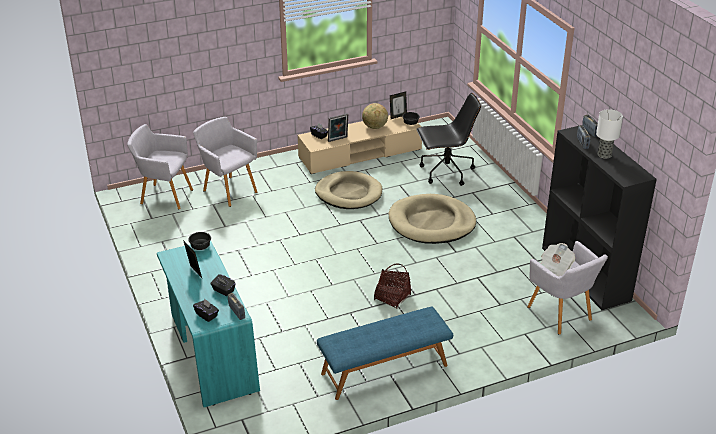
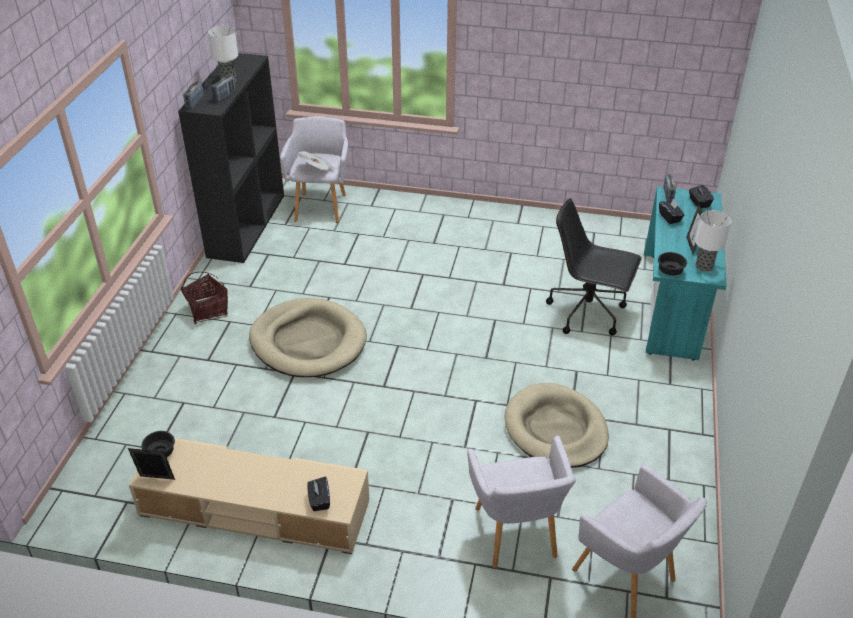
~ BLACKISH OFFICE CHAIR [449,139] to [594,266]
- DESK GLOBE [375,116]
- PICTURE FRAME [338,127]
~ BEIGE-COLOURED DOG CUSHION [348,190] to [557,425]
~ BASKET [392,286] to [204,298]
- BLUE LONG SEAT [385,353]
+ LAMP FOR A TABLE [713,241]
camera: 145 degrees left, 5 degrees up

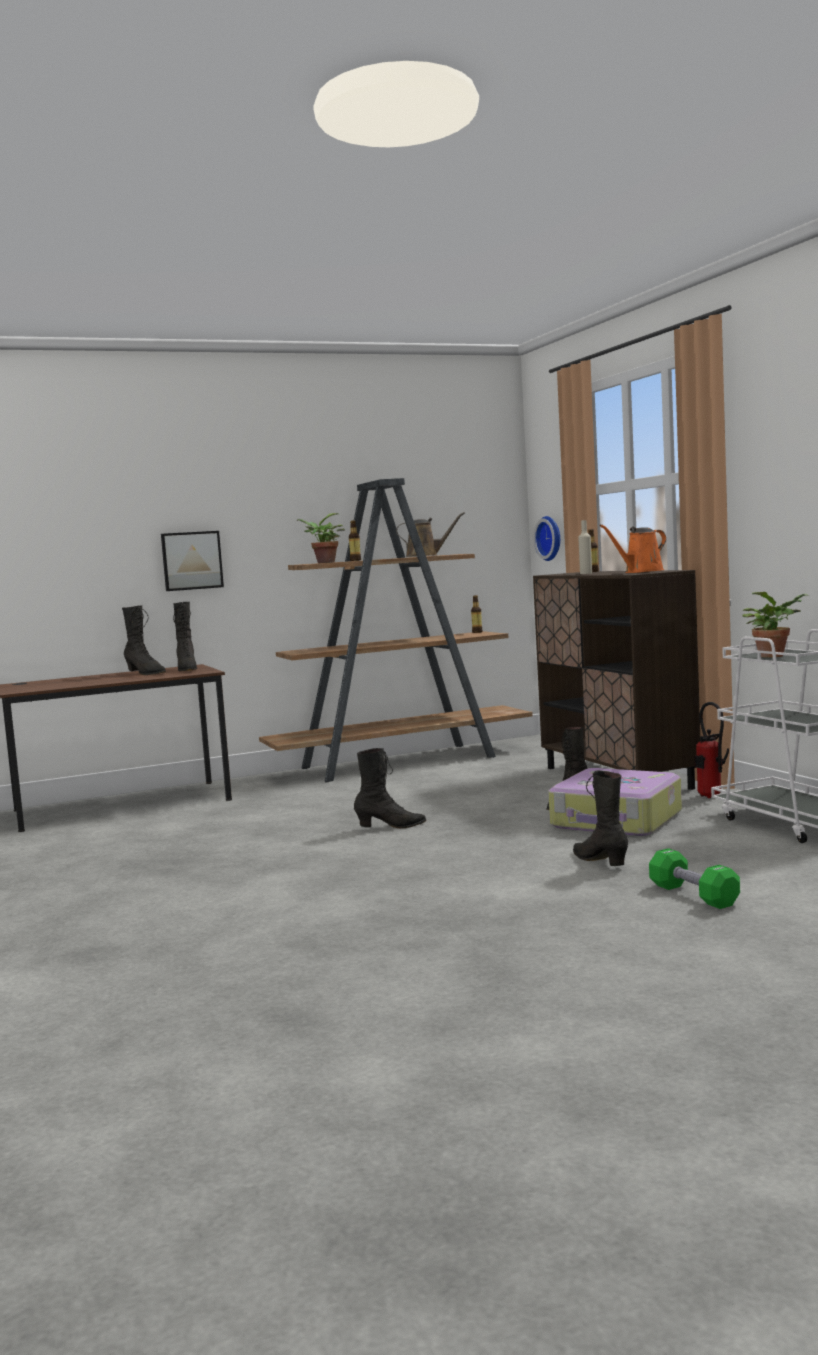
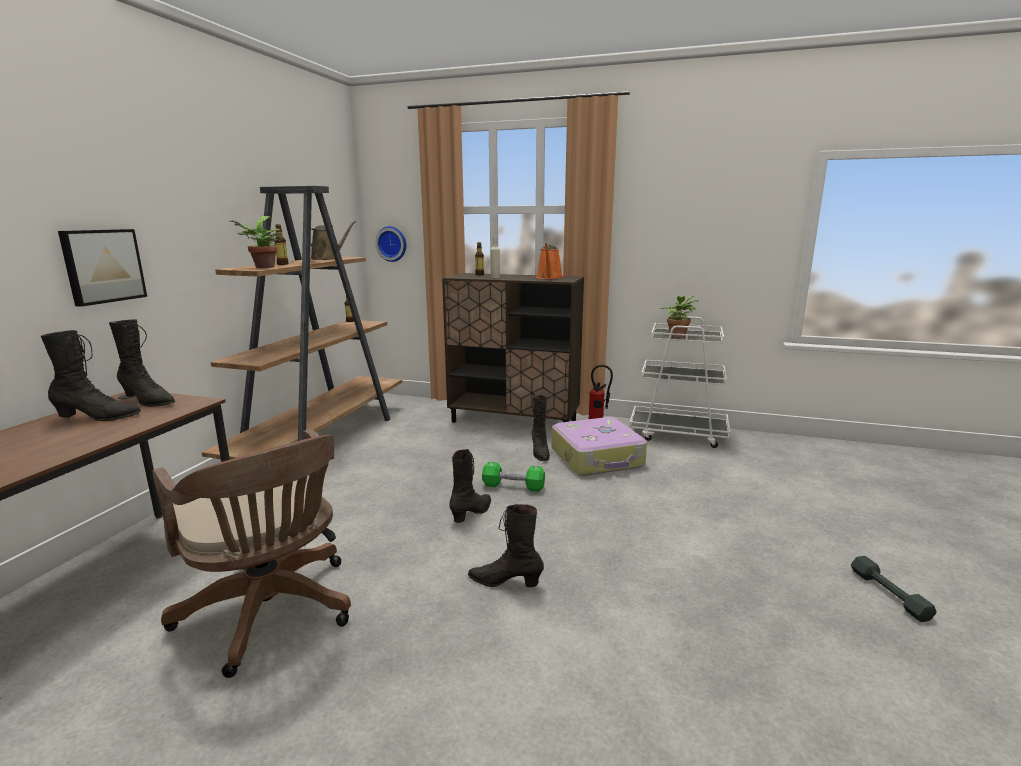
~ BLACKISH HIGH-TOP BOOT [600,818] to [506,545]
~ GREEN HAND WEIGHT [694,878] to [513,477]
+ BROWN OFFICE CHAIR [251,553]
+ GRAY HAND WEIGHT [894,589]
camera: 50 degrees left, 10 degrees up

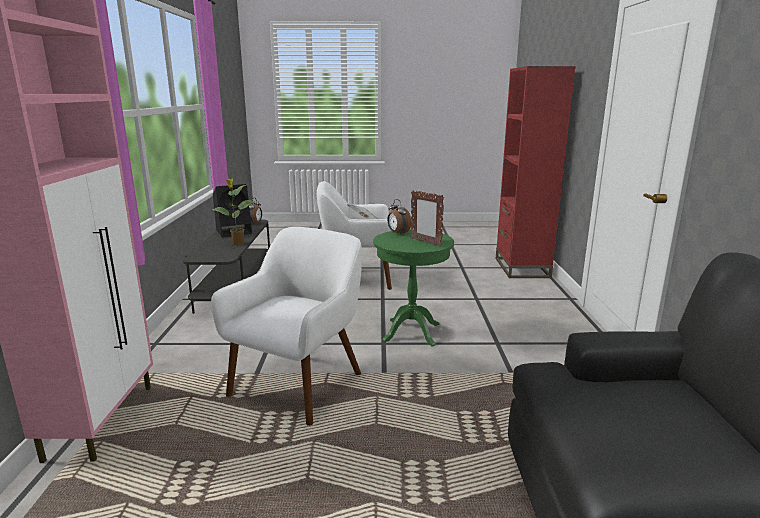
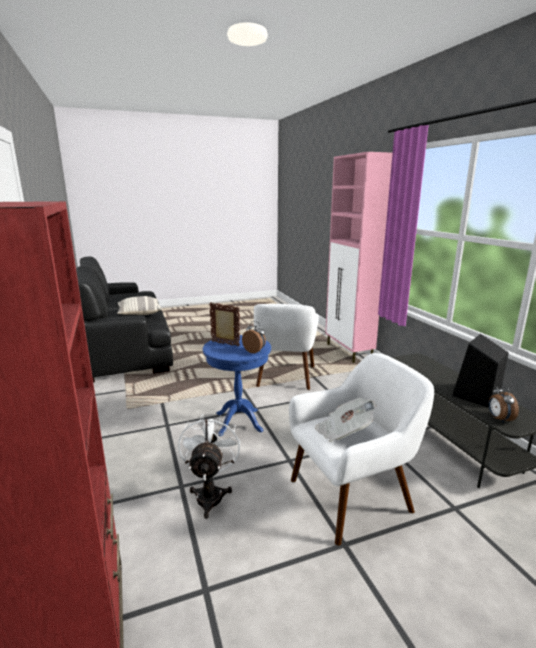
- POTTED PLANT [233,212]
~ GREEN SIDE TABLE [413,288] to BLUE SIDE TABLE [237,385]
+ CUSHION [139,305]
+ WHITISH ELECTRIC FAN [209,466]
camera: 160 degrees right, 0 degrees up

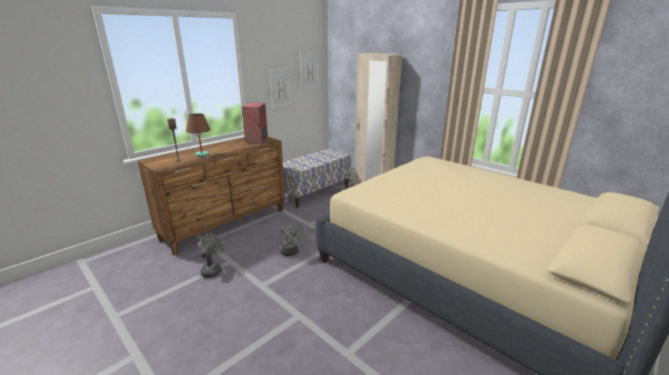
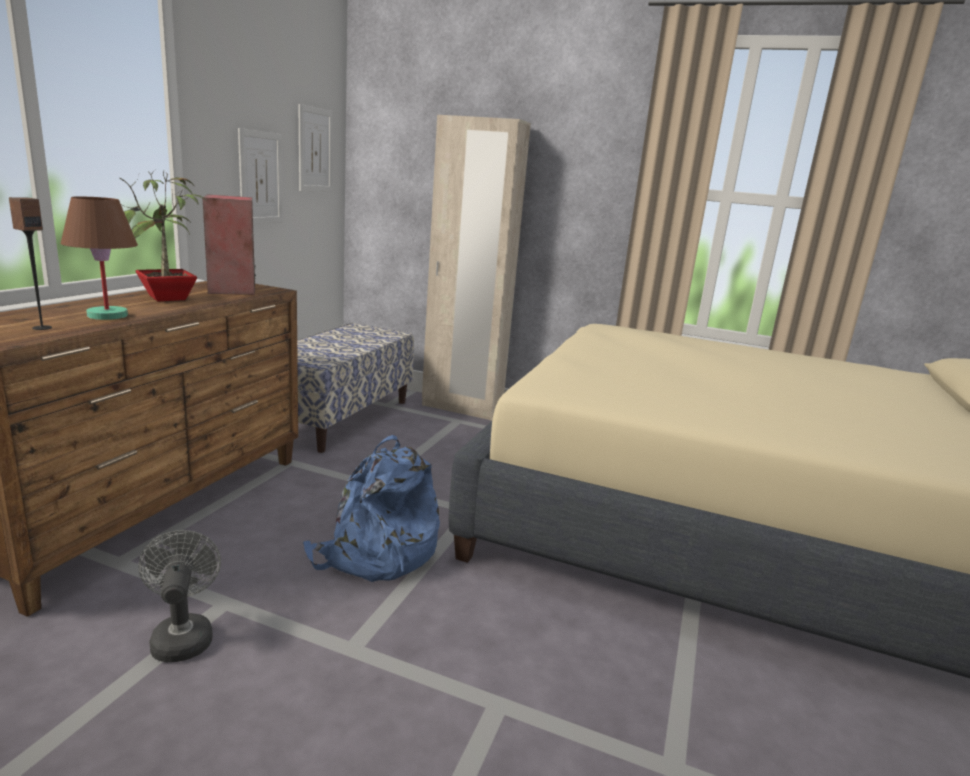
~ GRAY ELECTRIC FAN [292,239] to BLUE KNAPSACK [371,508]
+ POTTED PLANT [164,236]
camera: 25 degrees left, 5 degrees down

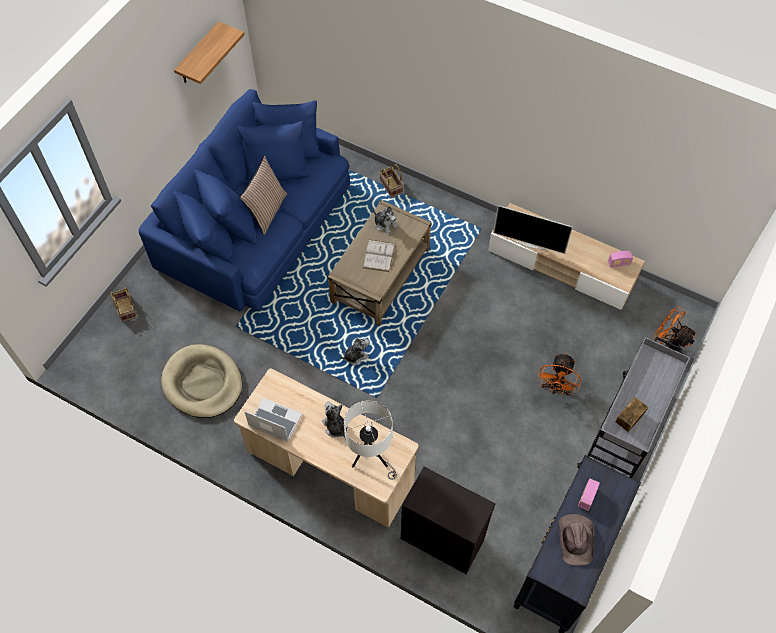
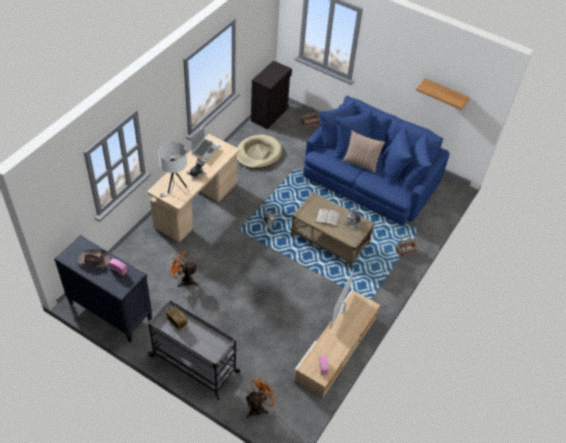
~ ORANGE ELECTRIC FAN [559,374] to [183,268]
~ BLACKISH CABINET [448,521] to [271,94]
camera: 90 degrees right, 10 degrees down

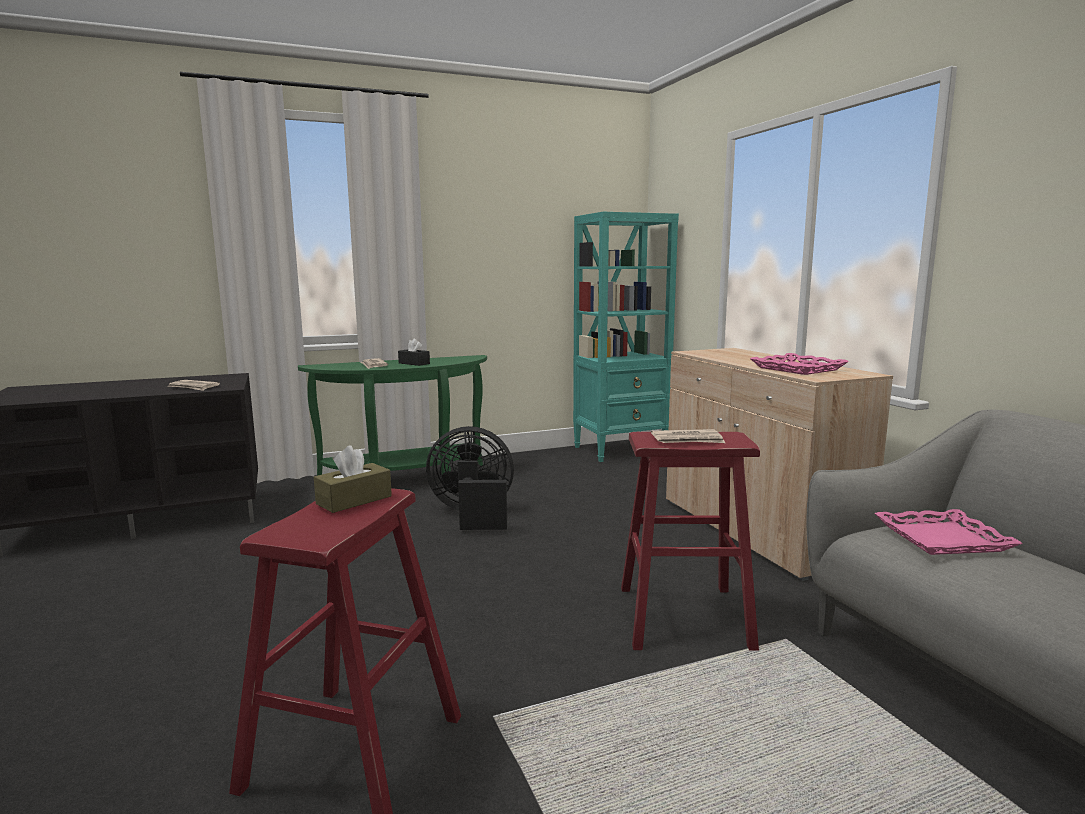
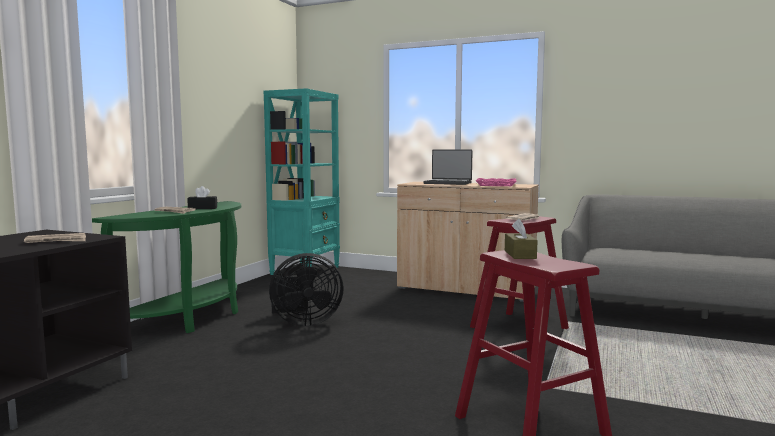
~ BLACKISH ELECTRIC FAN [470,478] = [306,289] 150 degrees counterclockwise
- PINK CARRYING TRAY [949,532]
+ LAPTOP [448,167]
camera: 45 degrees left, 5 degrees down

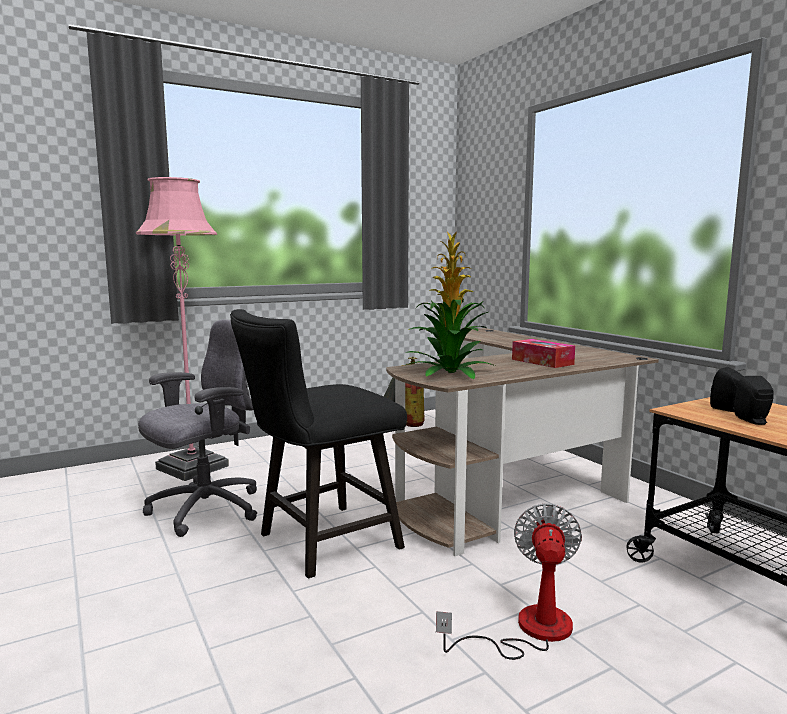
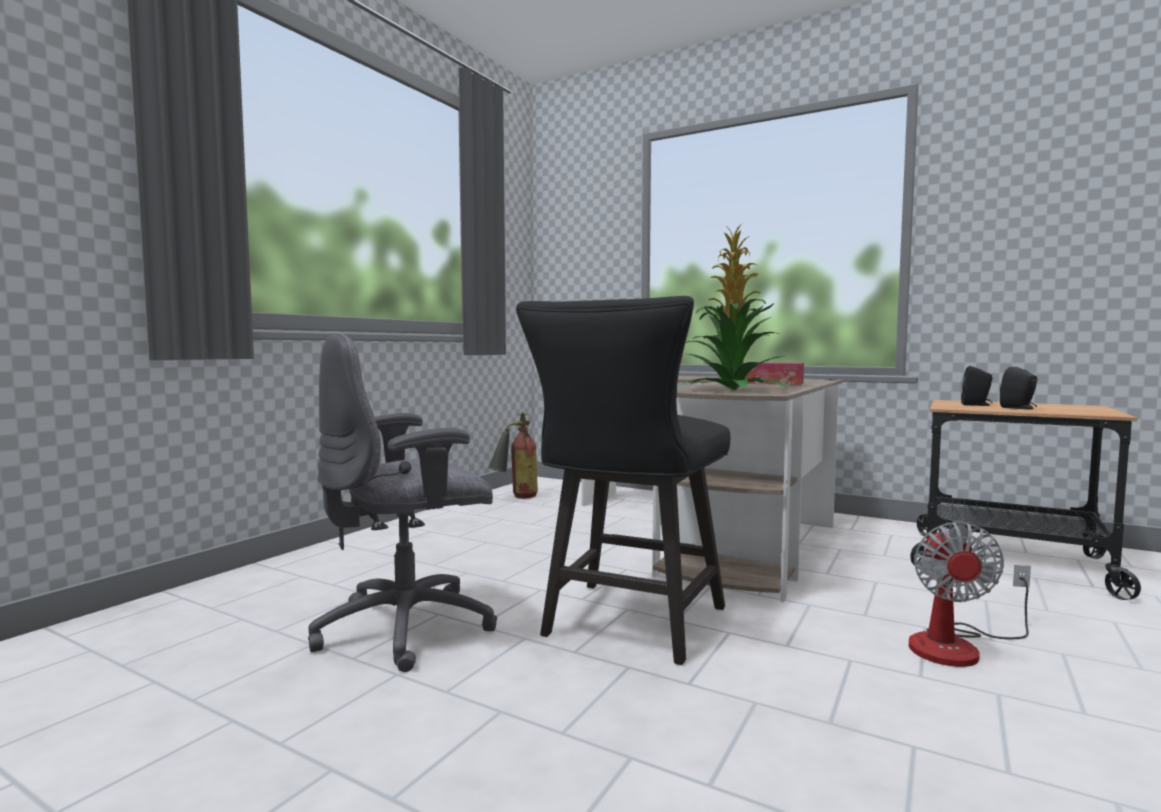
- PINK FLOOR LAMP [182,329]
~ GRAY OFFICE CHAIR [197,428] = [402,502] 135 degrees counterclockwise
~ ELECTRIC FAN [509,581] = [970,594] 150 degrees counterclockwise
camera: 30 degrees left, 5 degrees down

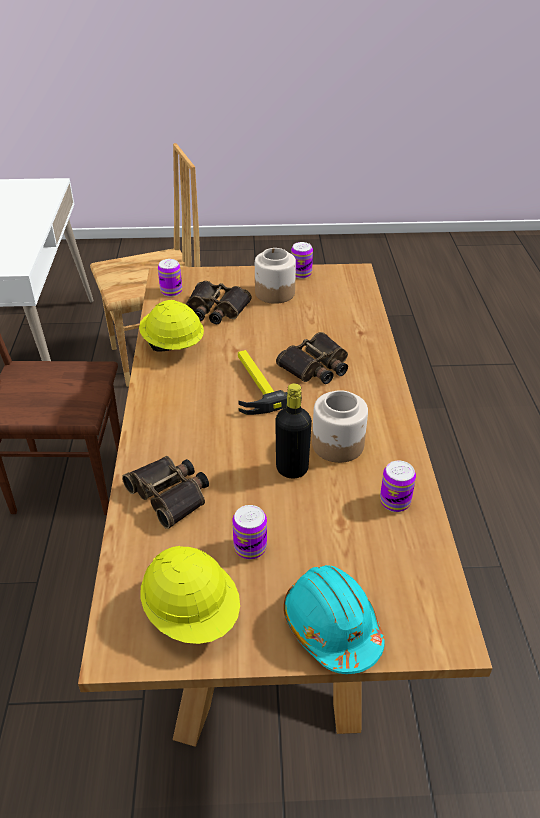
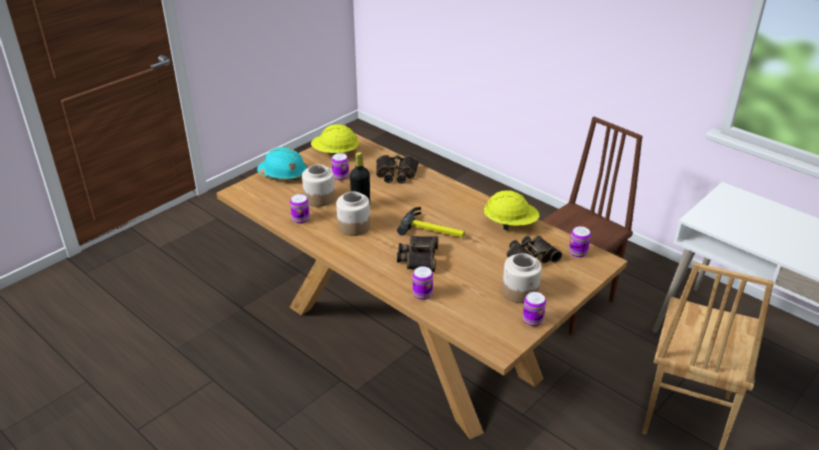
+ JAR [318,185]
+ CAN [423,283]
camera: 135 degrees right, 5 degrees down

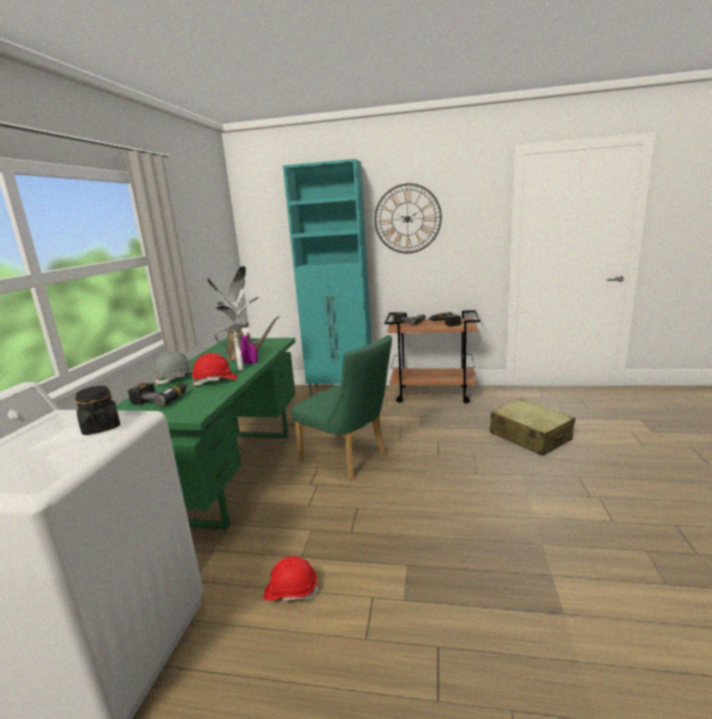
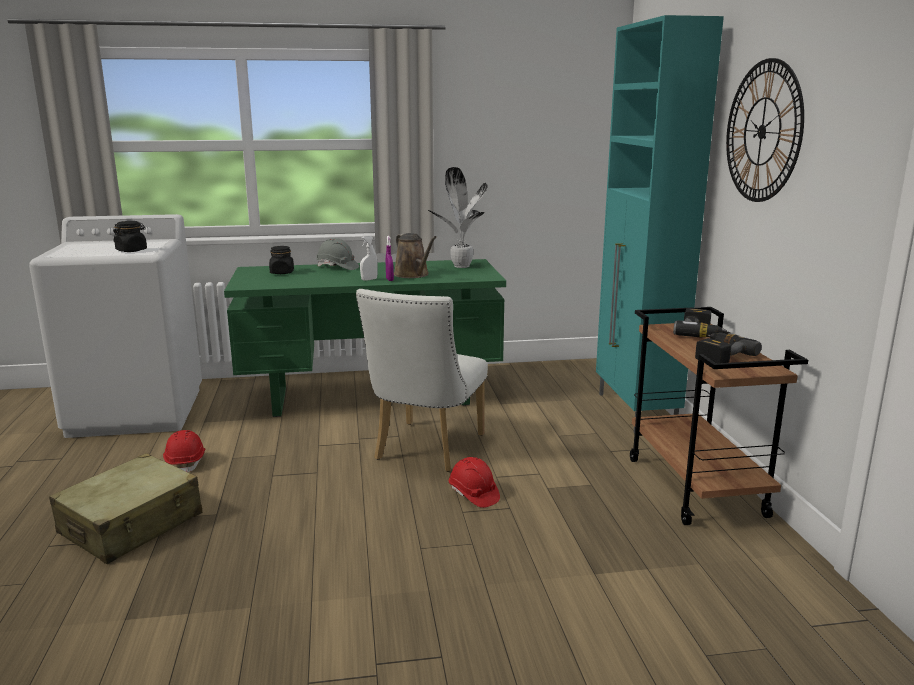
~ GREEN UPRIGHT CHAIR [341,407] to WHITISH UPRIGHT CHAIR [422,380]
~ REDDISH SAFETY HELMET [214,369] to [474,482]
~ ELECTRIC DRILL [158,395] to BLACKISH JAR [281,260]
~ BEIGE-COLOURED PIECE OF LUGGAGE [532,427] to [125,508]
camera: 70 degrees right, 0 degrees up

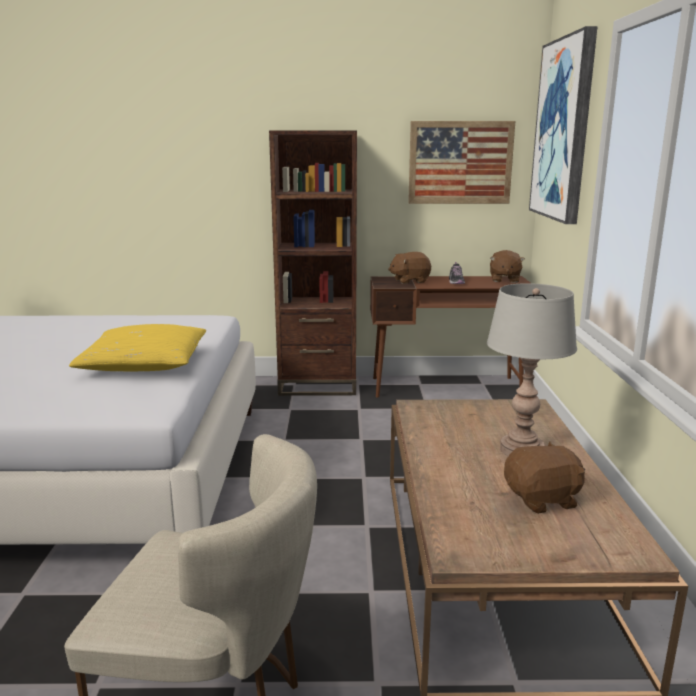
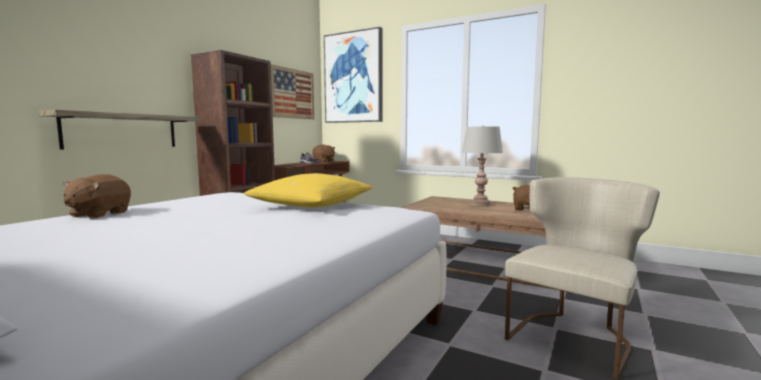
~ BROWN PLUSH TOY [409,268] to [97,196]
+ BRACKET SHELF [119,130]
camera: 60 degrees left, 10 degrees down

